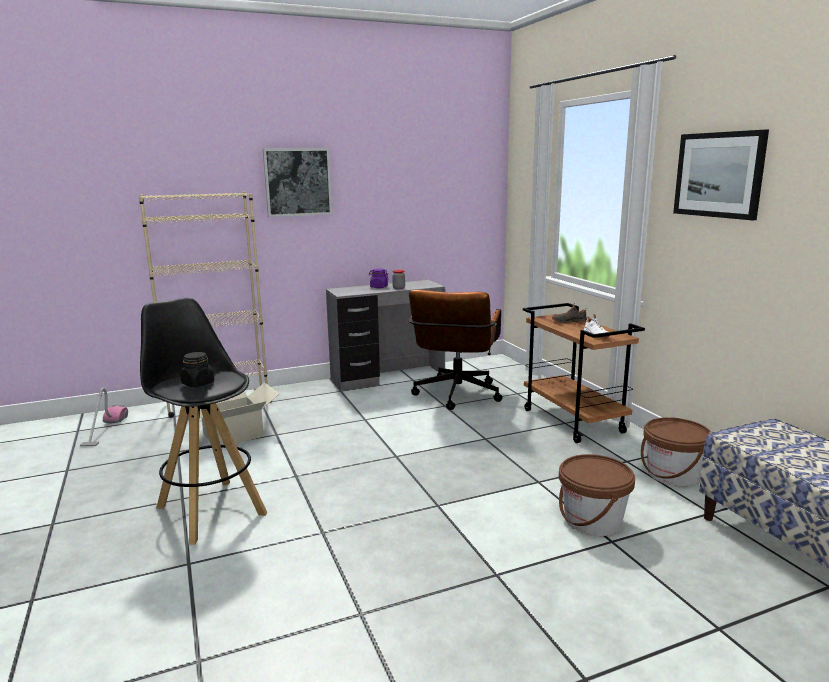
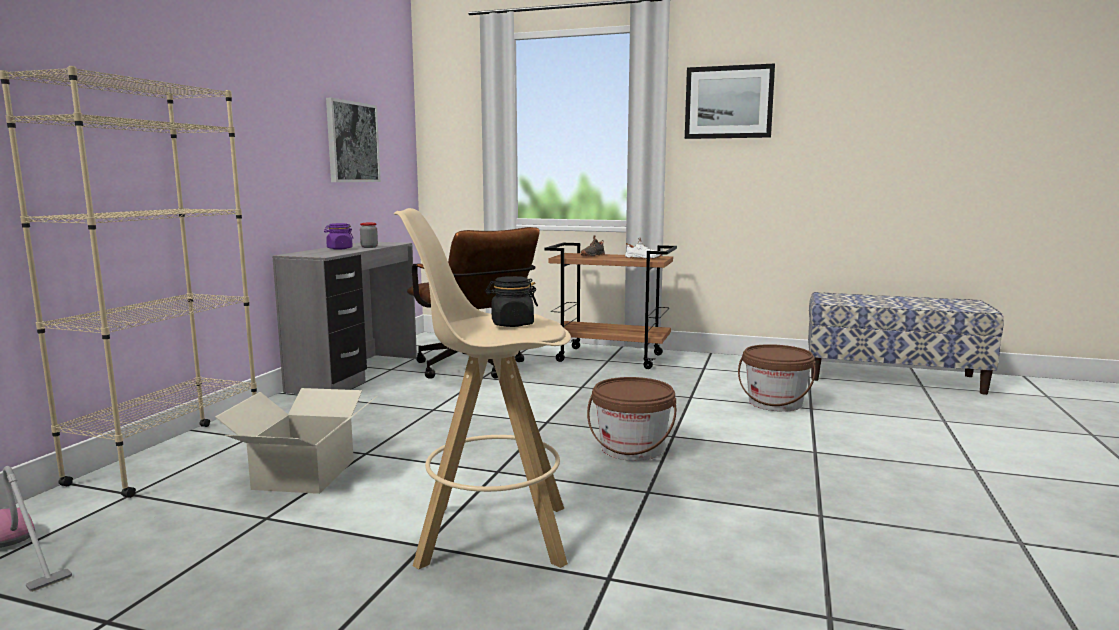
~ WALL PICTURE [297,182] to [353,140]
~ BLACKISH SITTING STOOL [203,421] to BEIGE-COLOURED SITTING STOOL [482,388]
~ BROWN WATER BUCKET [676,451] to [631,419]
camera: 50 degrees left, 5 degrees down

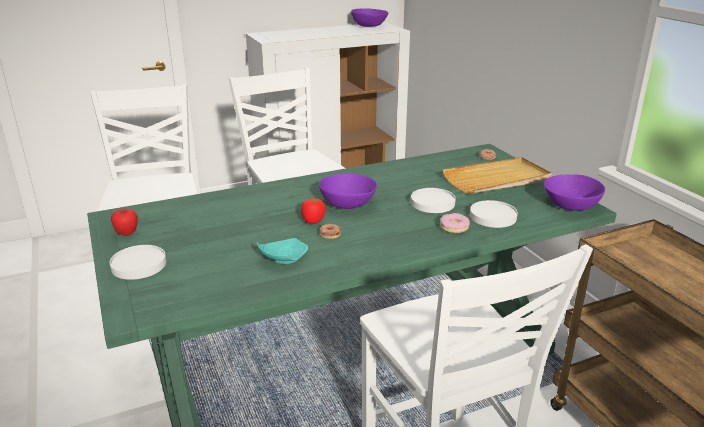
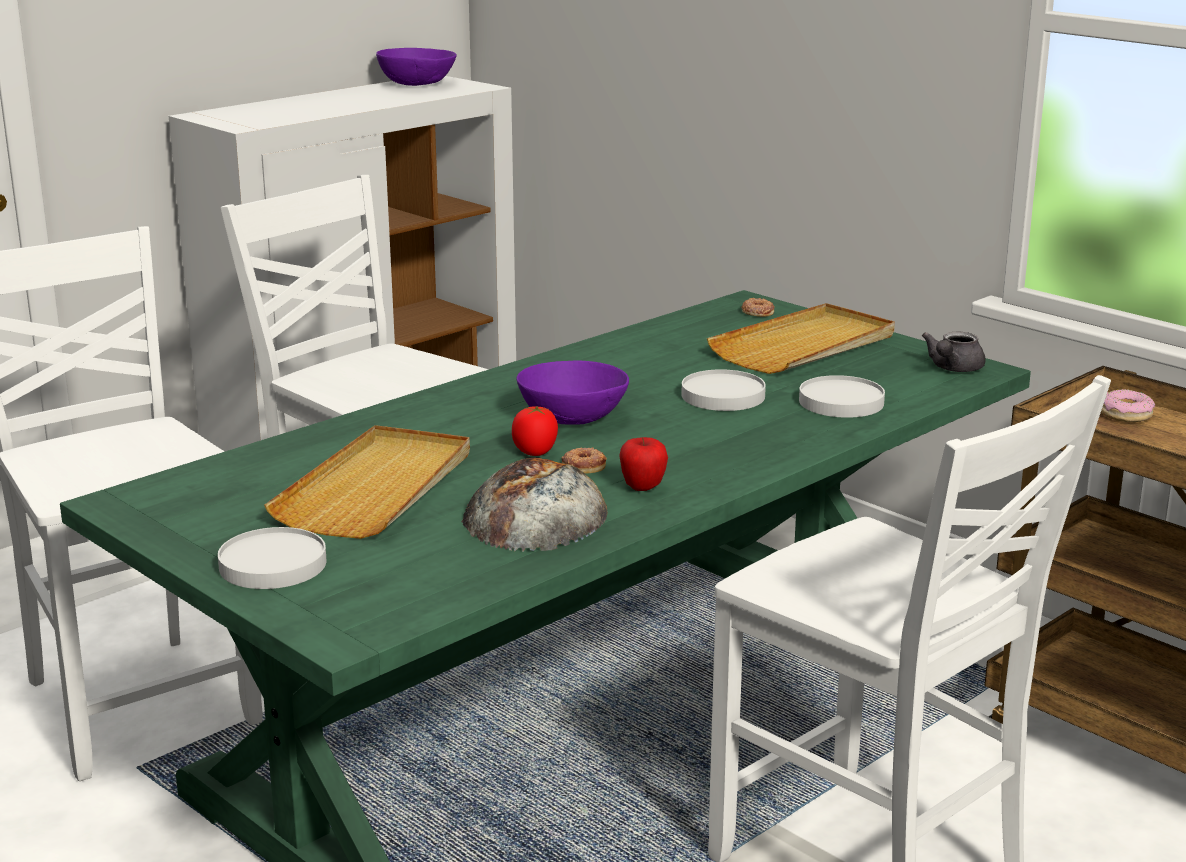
~ PURPLISH BOWL [574,193] to GRAY TEA POT [954,351]
~ WHOLE APPLE [124,222] to [643,464]
~ DONUT [455,223] to [1128,405]
~ TURQUOISE DINNER PLATE [282,251] to BAKED BREAD [534,505]
+ BEIGE-COLOURED CARRYING TRAY [367,482]
camera: 20 degrees left, 5 degrees down

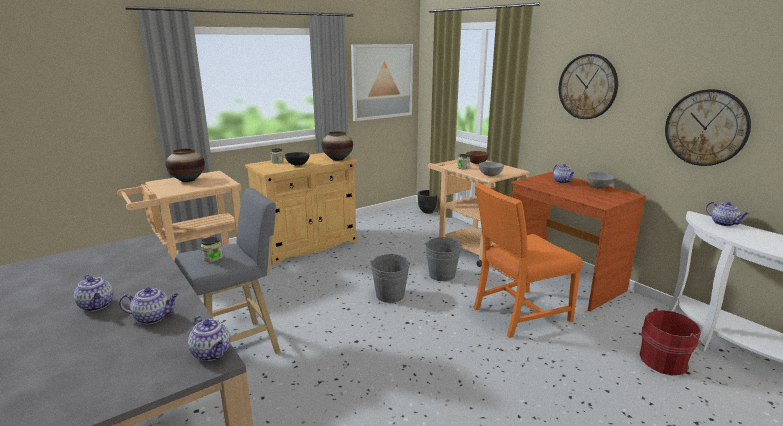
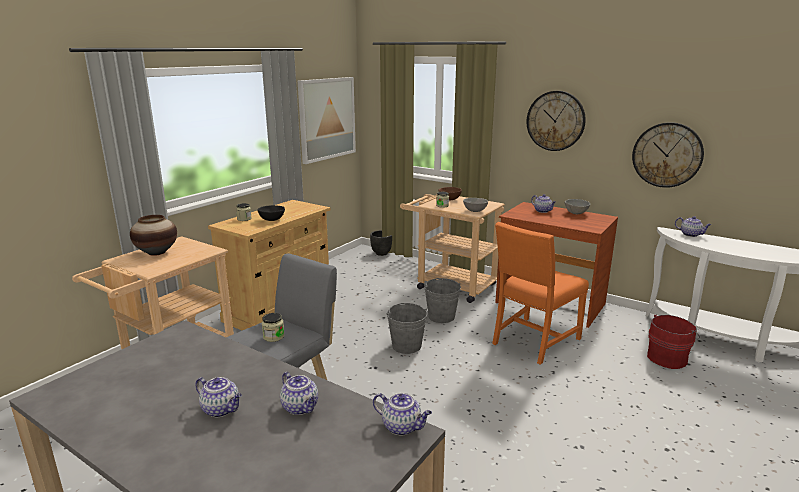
- VASE [337,146]
~ TEA POT [149,305] = [299,393] 75 degrees clockwise
camera: 20 degrees left, 0 degrees up

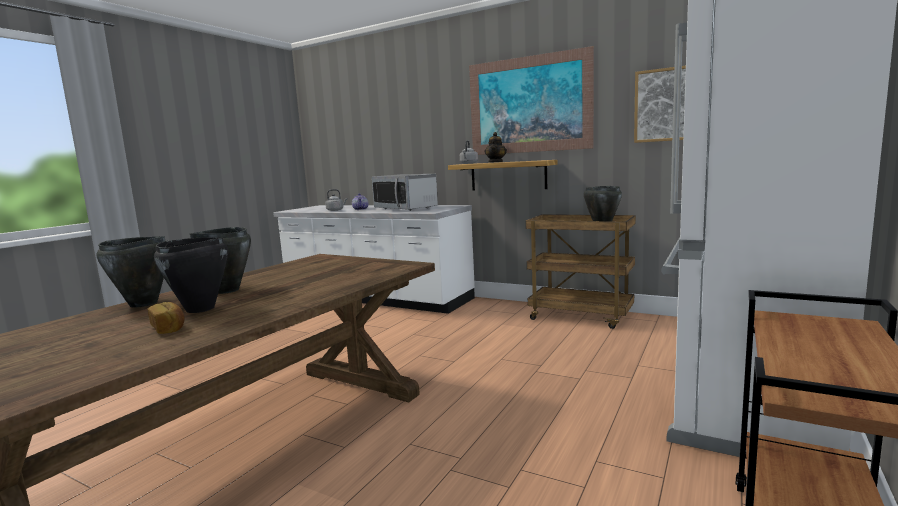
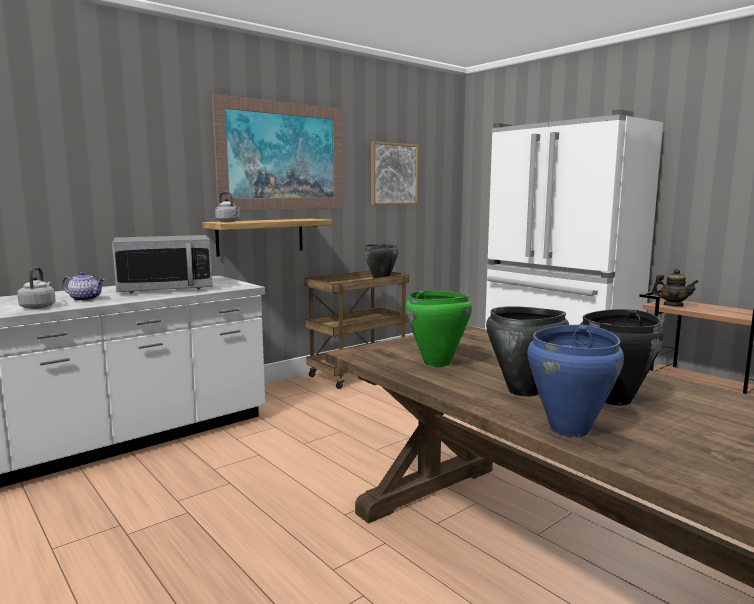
~ TEA POT [495,147] to [675,288]
~ BLACKISH COOKING POT [131,272] to BLUE COOKING POT [575,381]
- BAKED BREAD [166,318]
+ GREEN COOKING POT [438,328]
camera: 70 degrees left, 0 degrees up

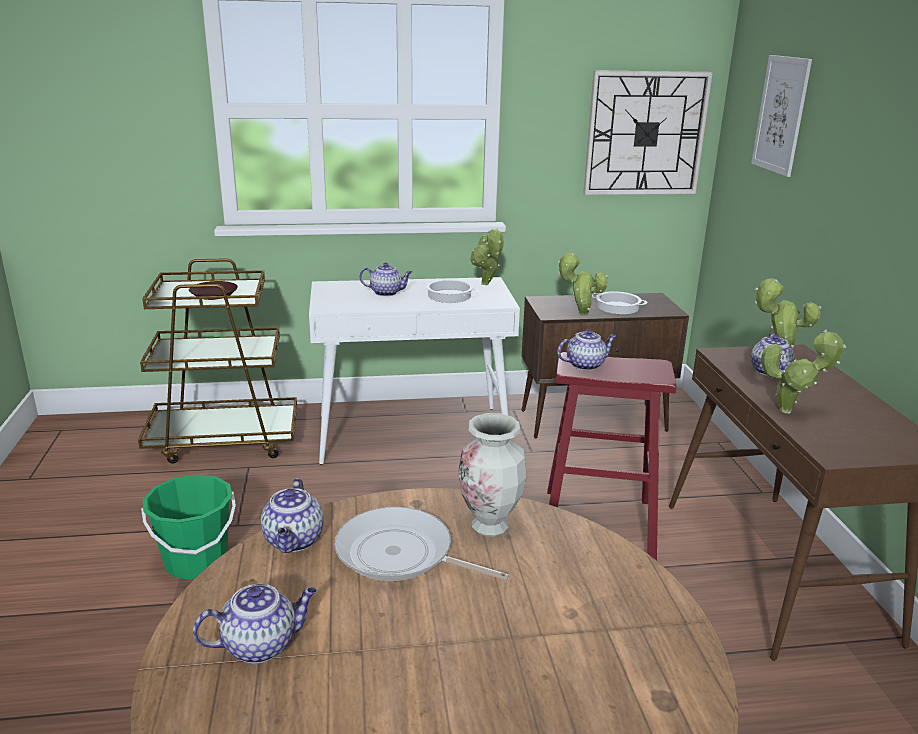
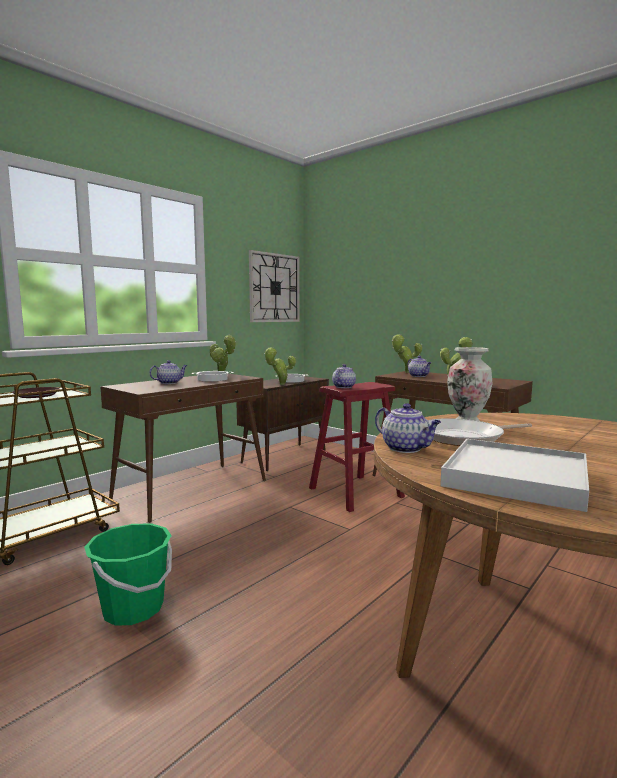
- WALL PICTURE [781,116]
~ WHITISH CONSOLE TABLE [414,371] to BROWN CONSOLE TABLE [183,448]
~ TEA POT [255,623] to WHITISH CARRYING TRAY [514,475]
camera: 40 degrees left, 15 degrees down

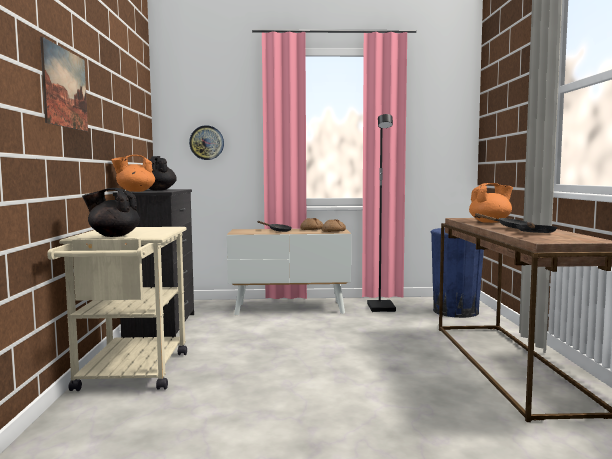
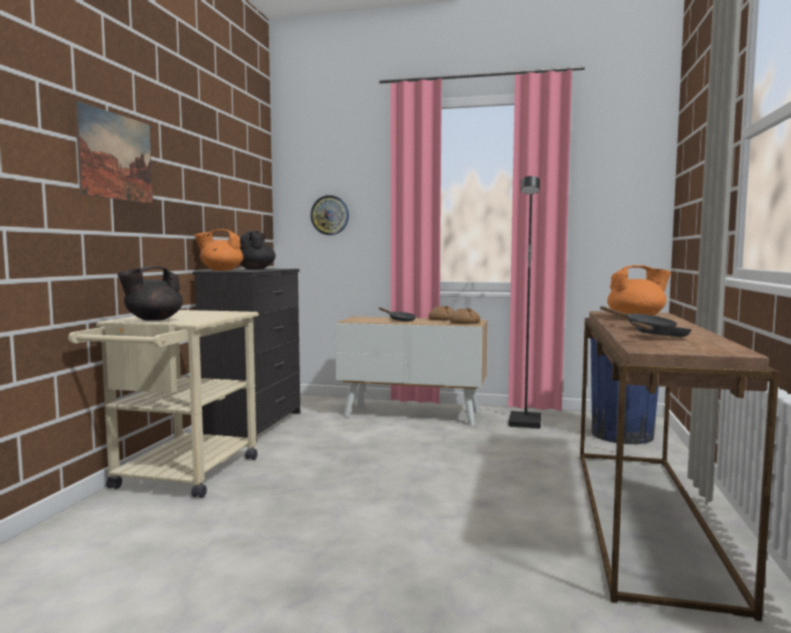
~ BLACKISH TEA POT [111,212] = [150,293] 60 degrees counterclockwise
camera: 15 degrees right, 0 degrees up

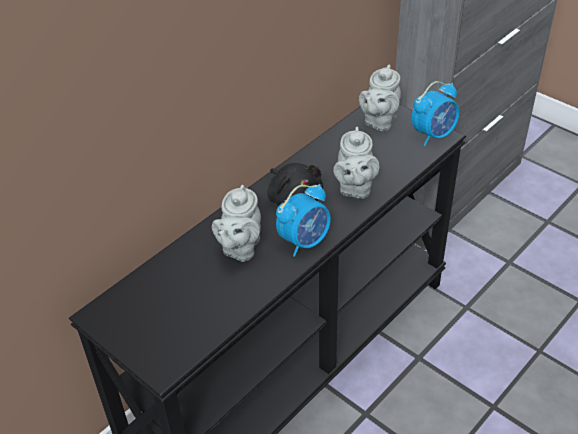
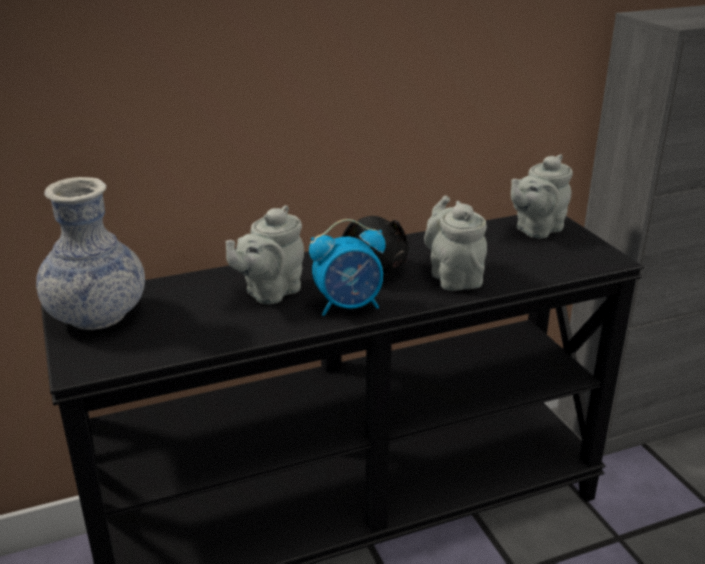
- TABLE CLOCK [435,113]
~ GRAY TEA POT [356,163] = [455,243] 135 degrees clockwise
+ VASE [90,253]
camera: 25 degrees right, 15 degrees down

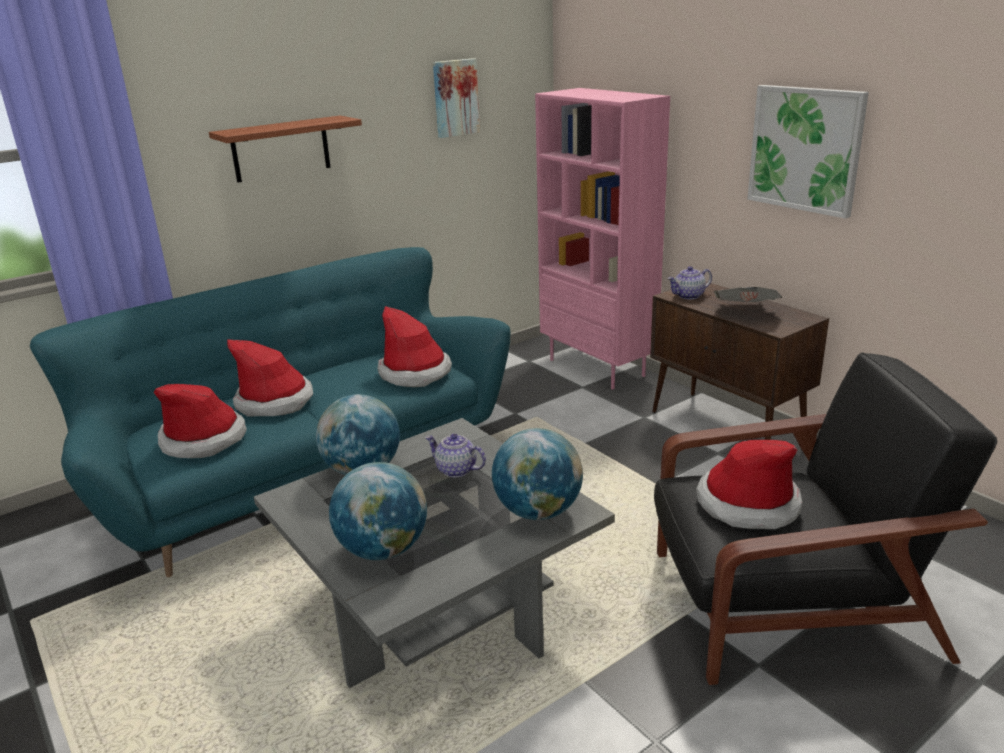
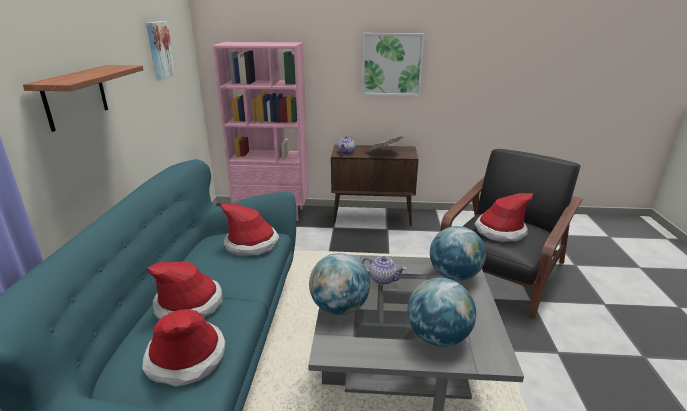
~ TEA POT [455,455] = [384,270] 135 degrees counterclockwise
camera: 50 degrees left, 0 degrees up

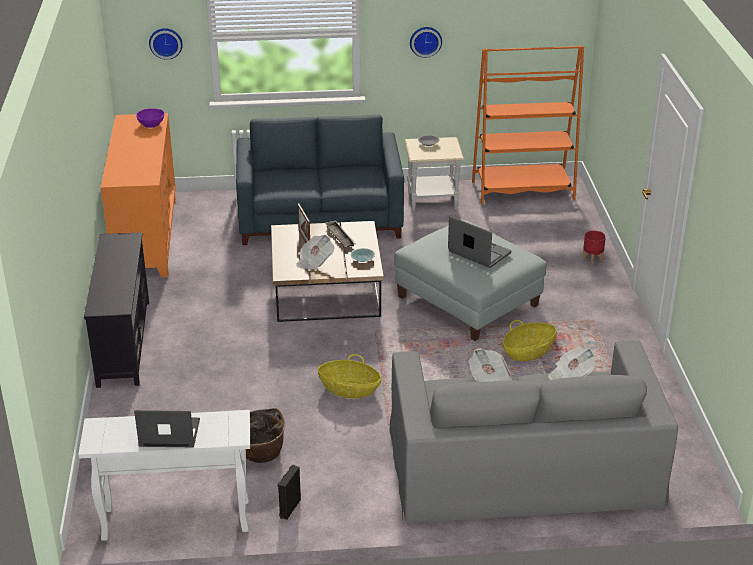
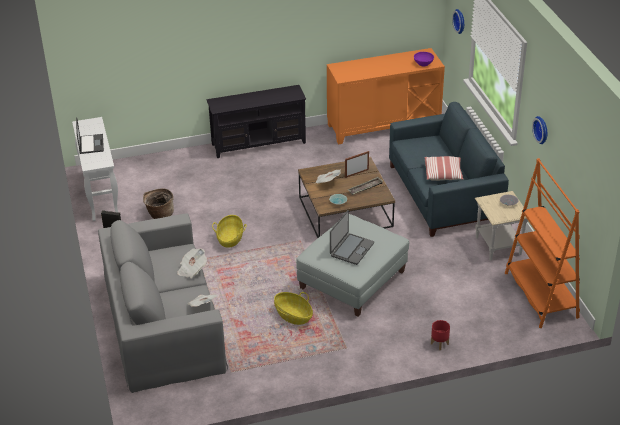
+ CUSHION [444,168]
camera: 80 degrees right, 5 degrees up

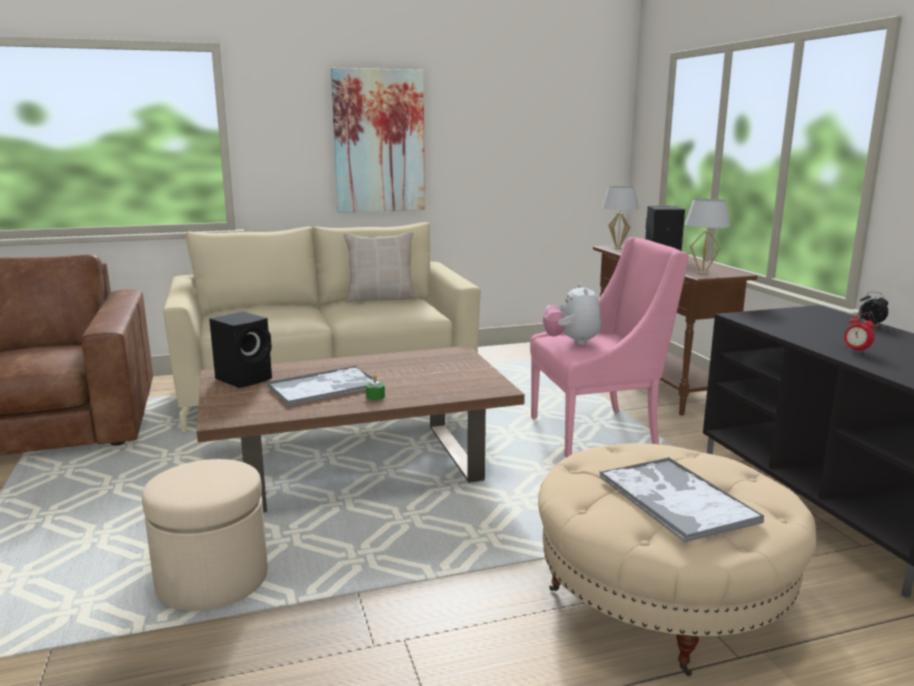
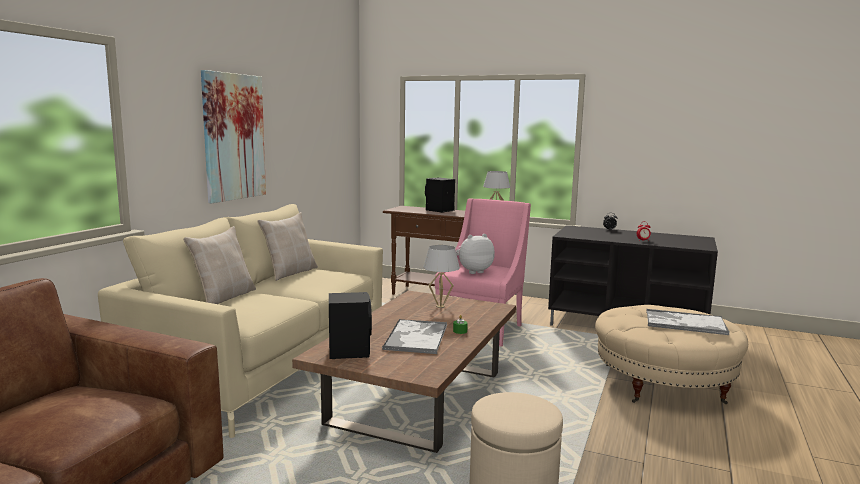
~ WHITISH LAMP FOR A TABLE [620,217] to [441,276]
~ PLUSH TOY [572,314] = [475,254] 120 degrees clockwise
+ BEIGE-COLOURED CUSHION [219,265]
camera: 50 degrees left, 5 degrees down

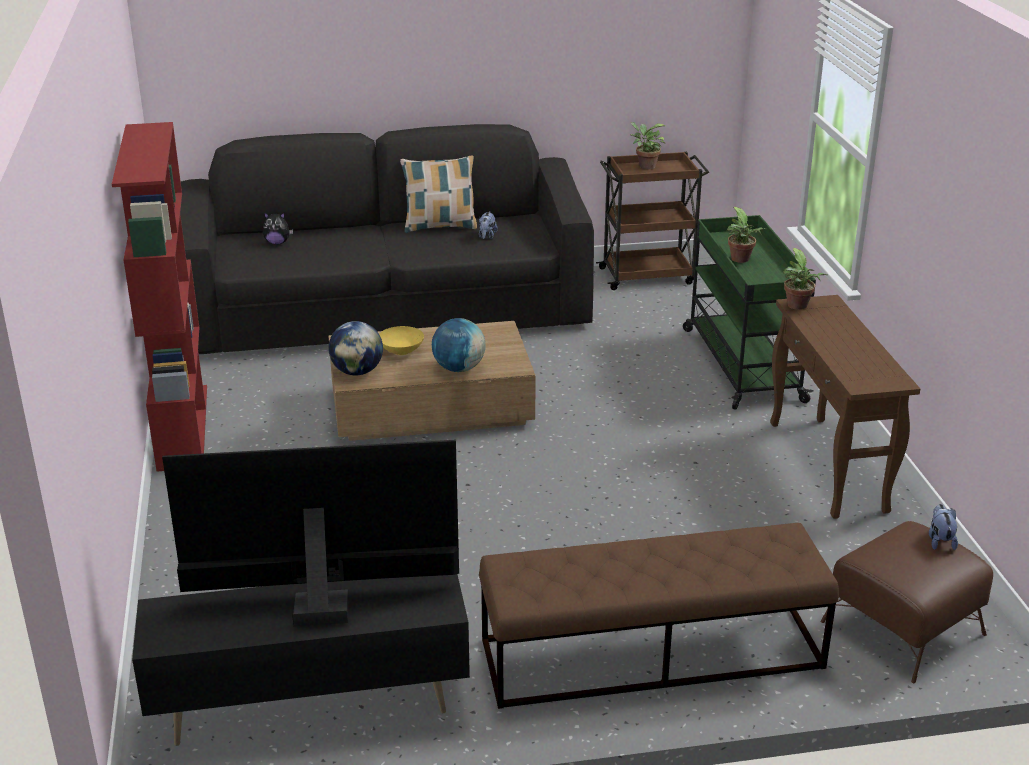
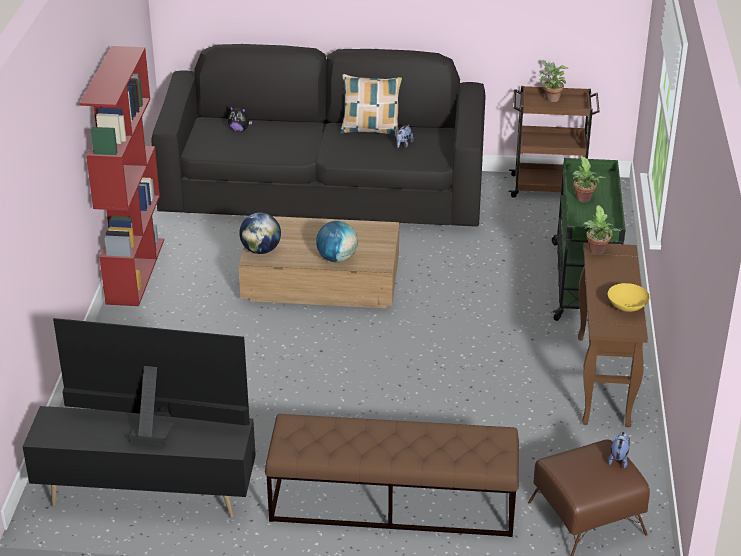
~ YELLOW BOWL [401,340] to [629,297]
camera: 15 degrees right, 5 degrees up

